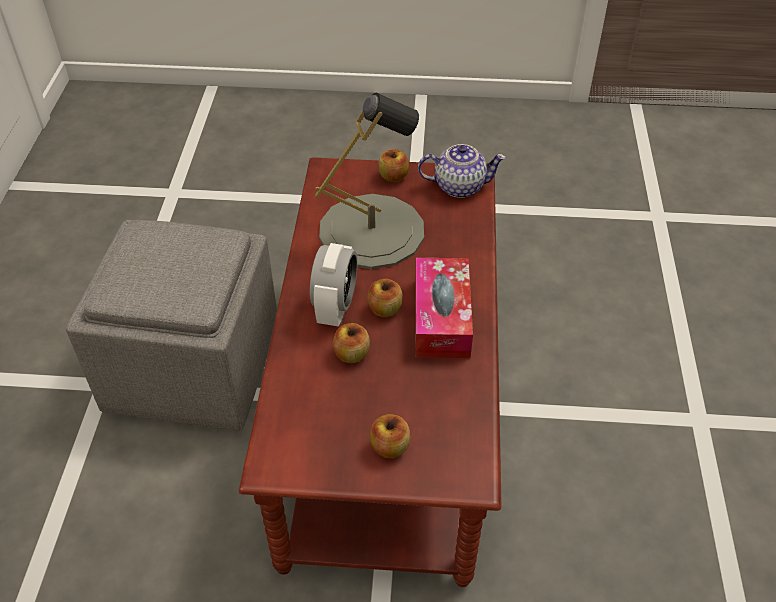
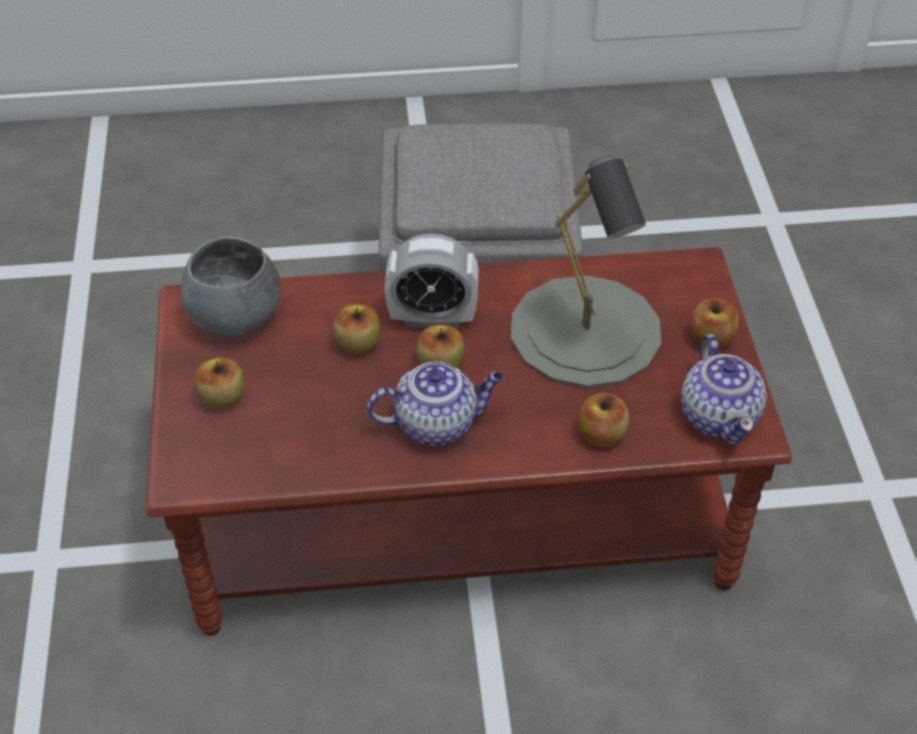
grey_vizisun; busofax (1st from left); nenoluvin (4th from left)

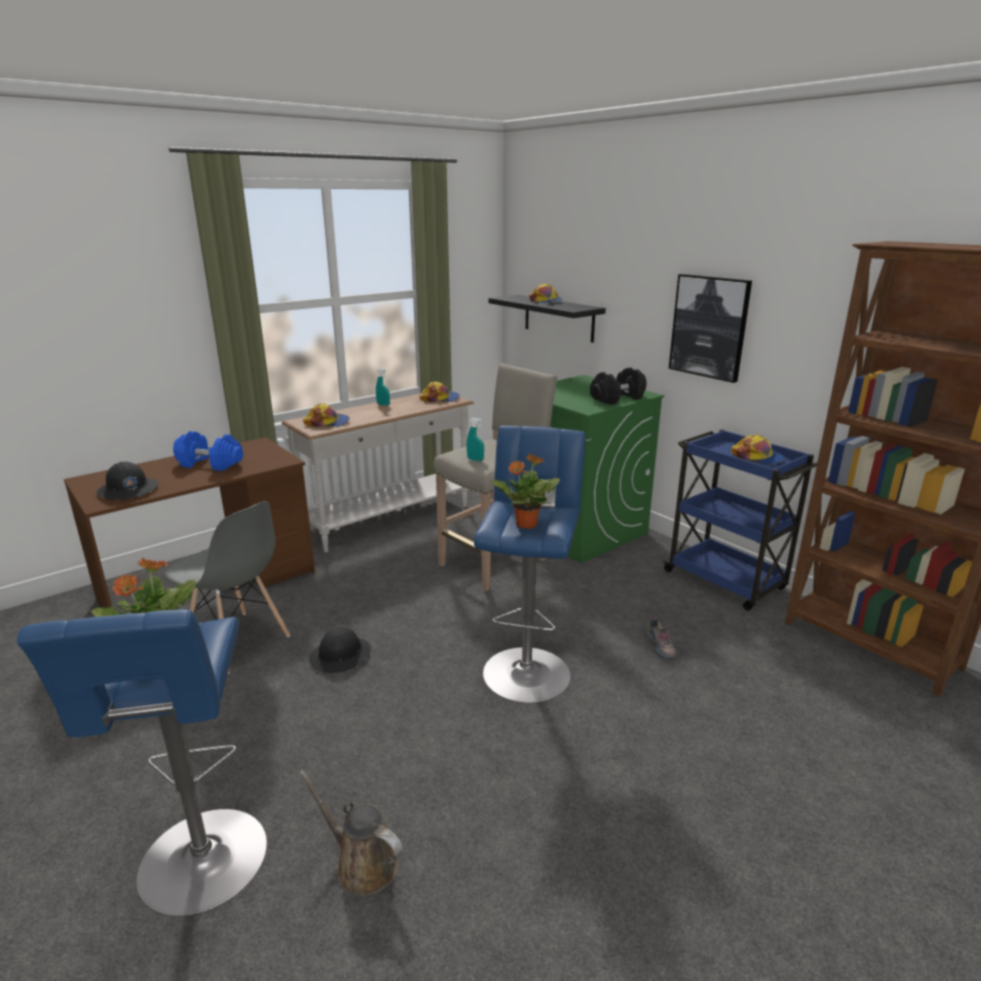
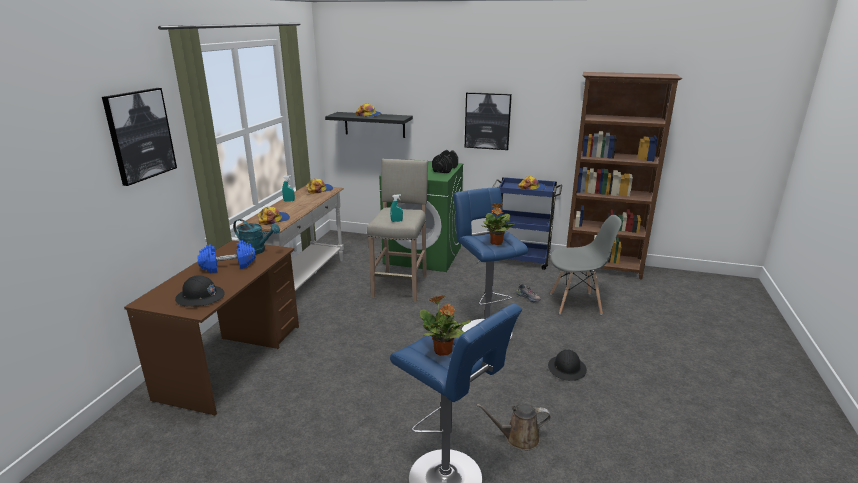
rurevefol (1st from left); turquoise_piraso; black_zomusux (2nd from left); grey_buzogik

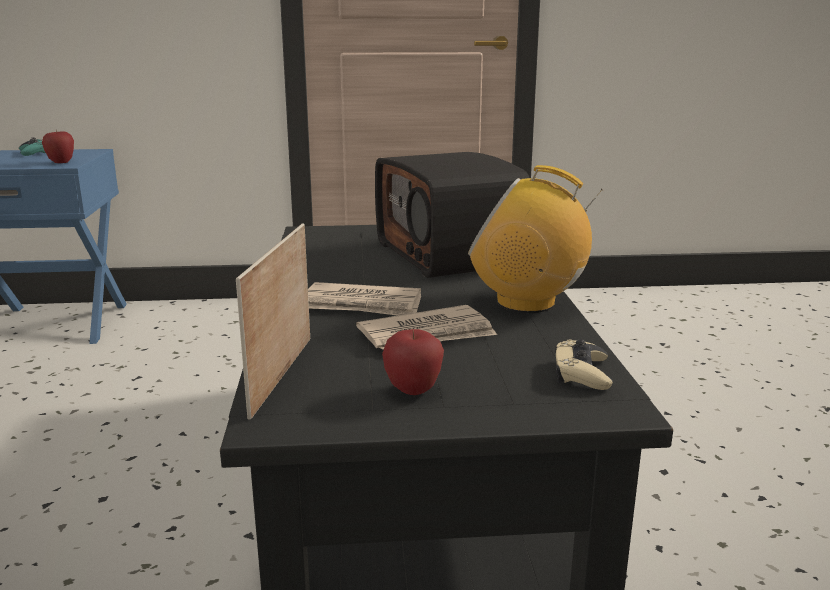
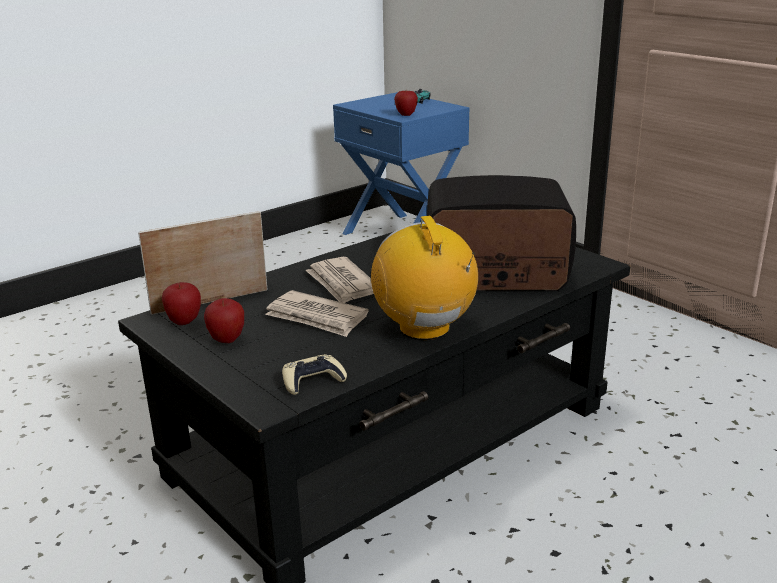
nenoluvin (1st from left); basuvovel (2nd from left)

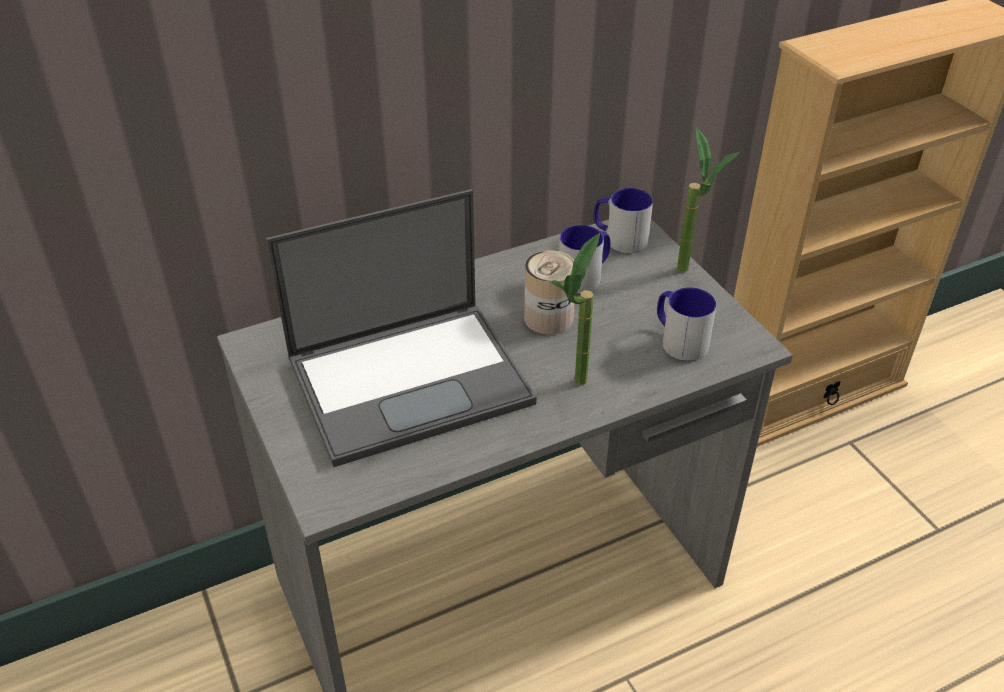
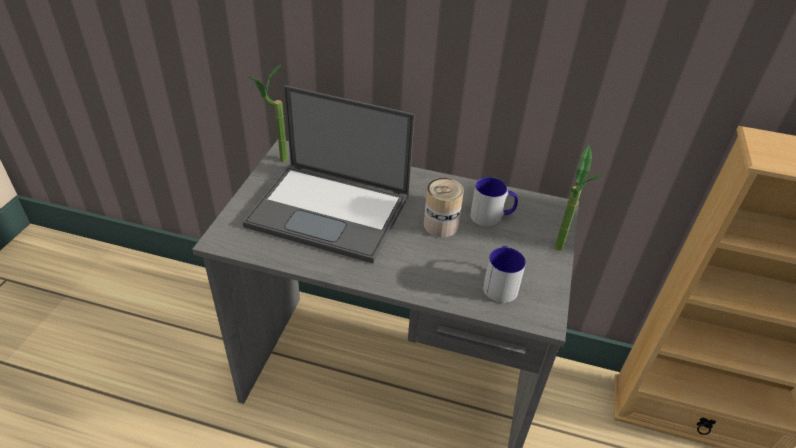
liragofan (1st from left); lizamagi (2nd from left in the first image)

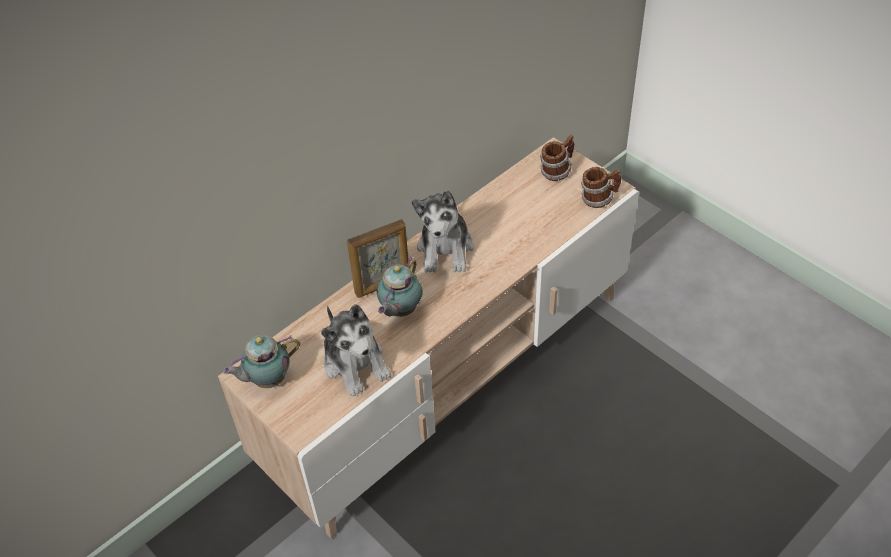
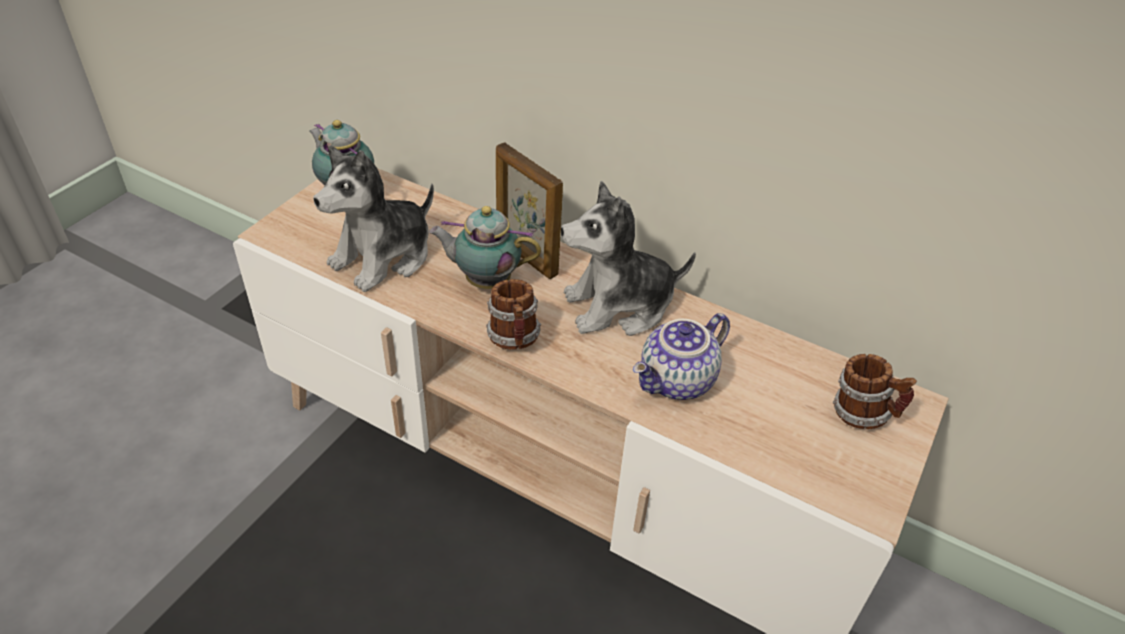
lizamagi (1st from left); busofax (3rd from left)

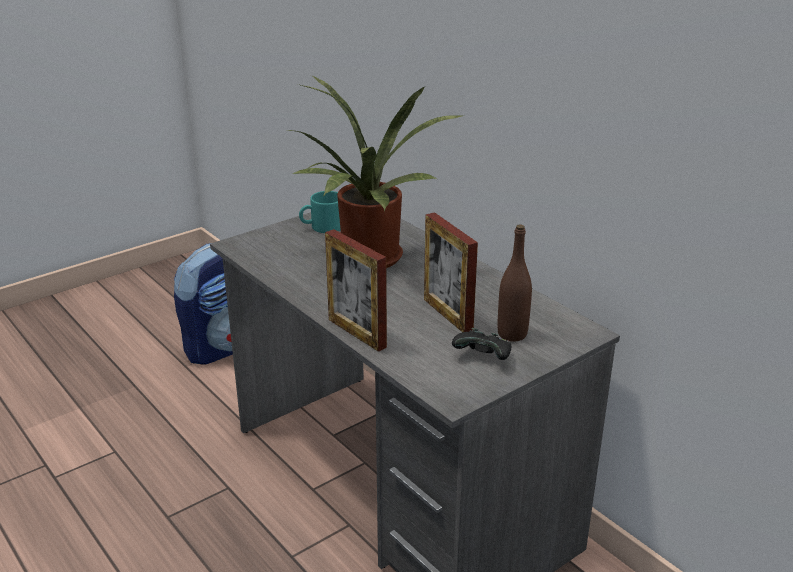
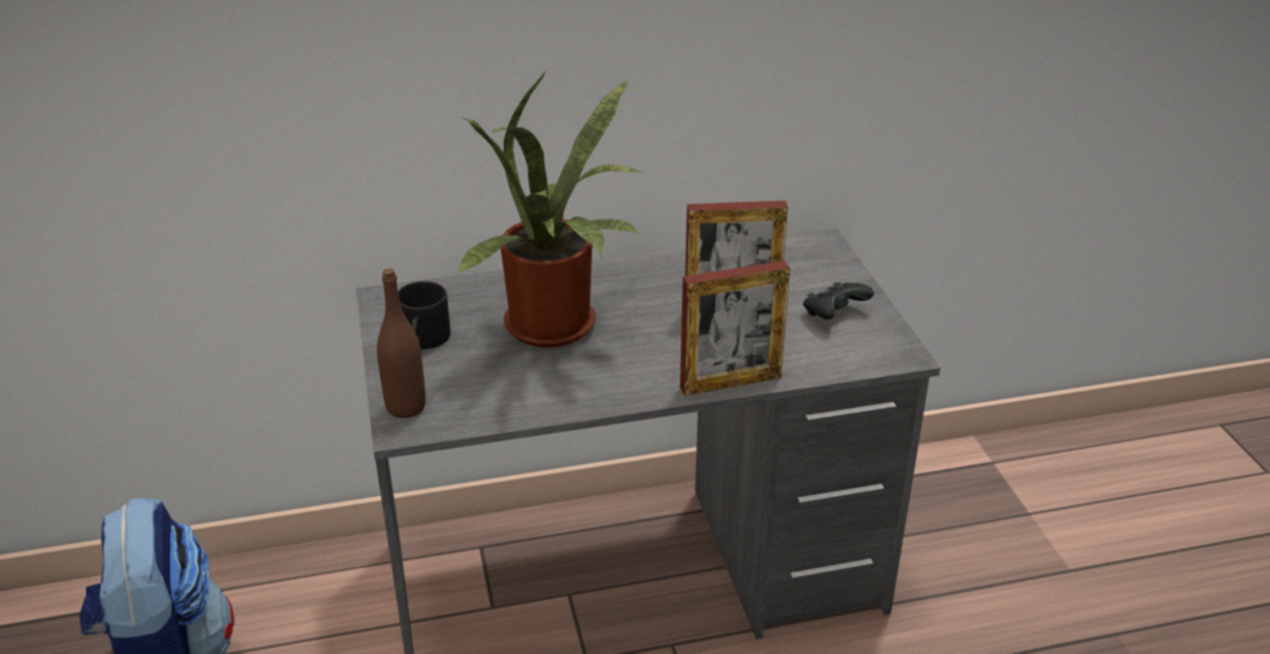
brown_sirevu; black_lizamagi

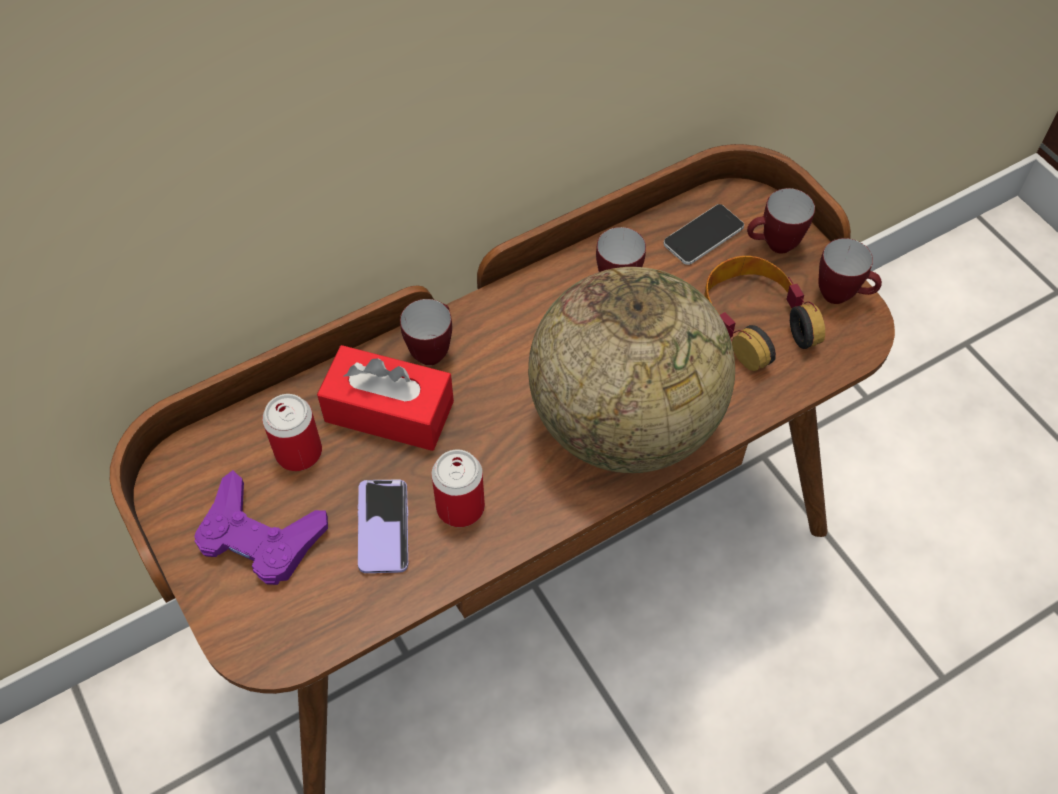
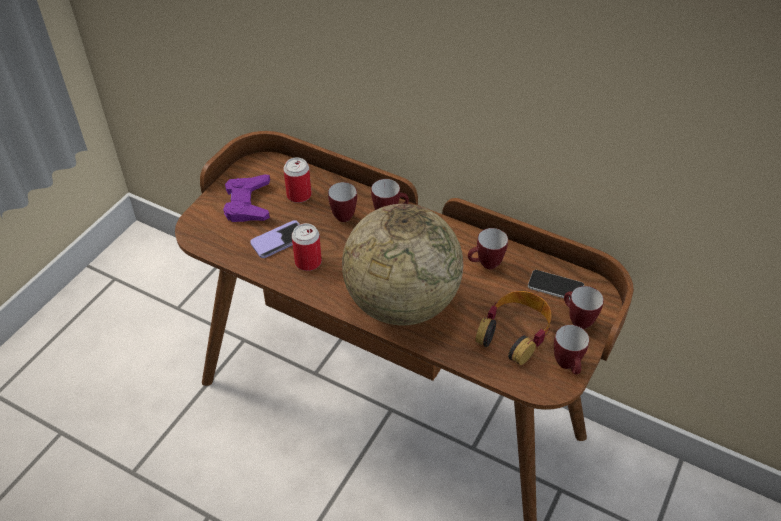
lizamagi (1st from left)

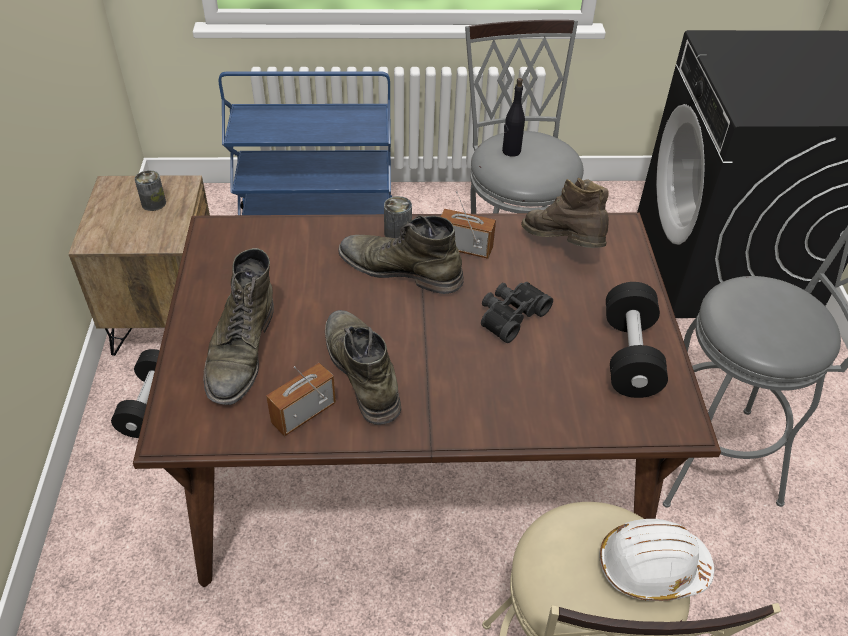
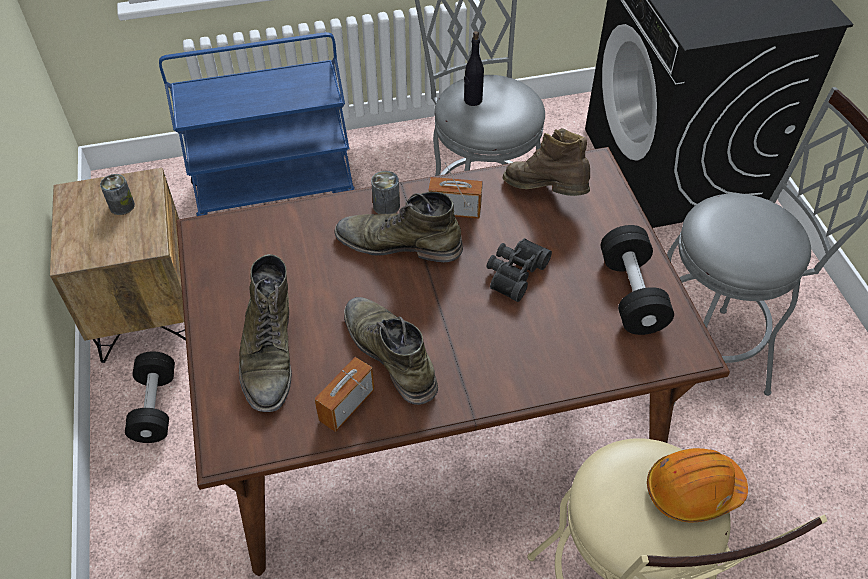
orange_zomusux

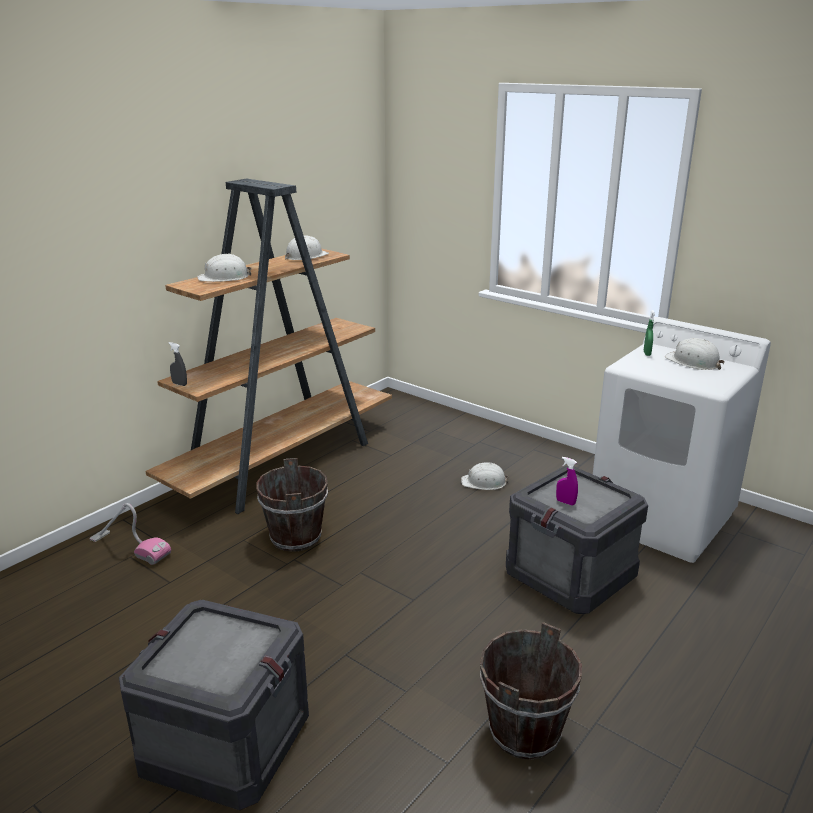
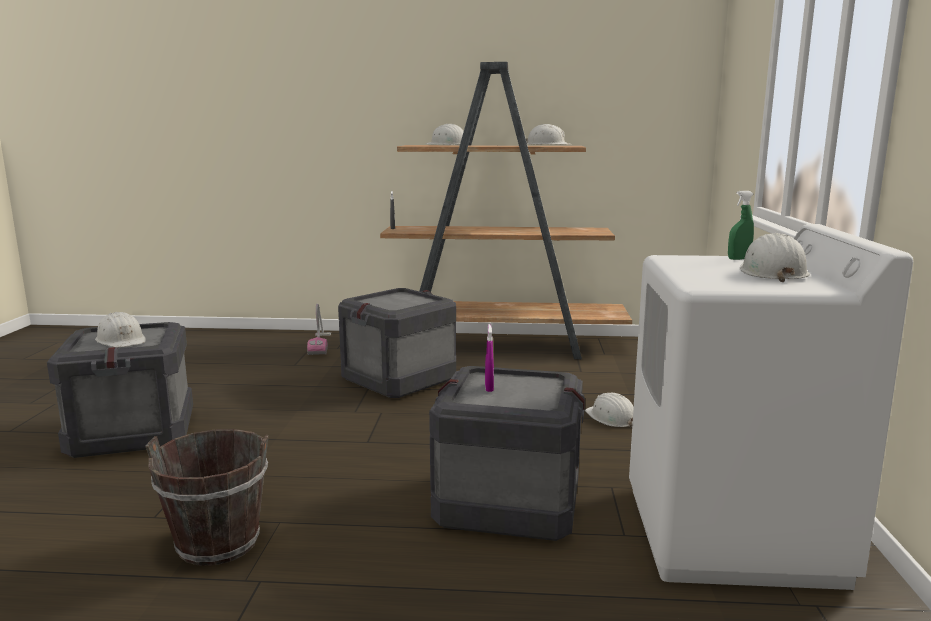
white_zomusux (1st from left); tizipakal (2nd from left)

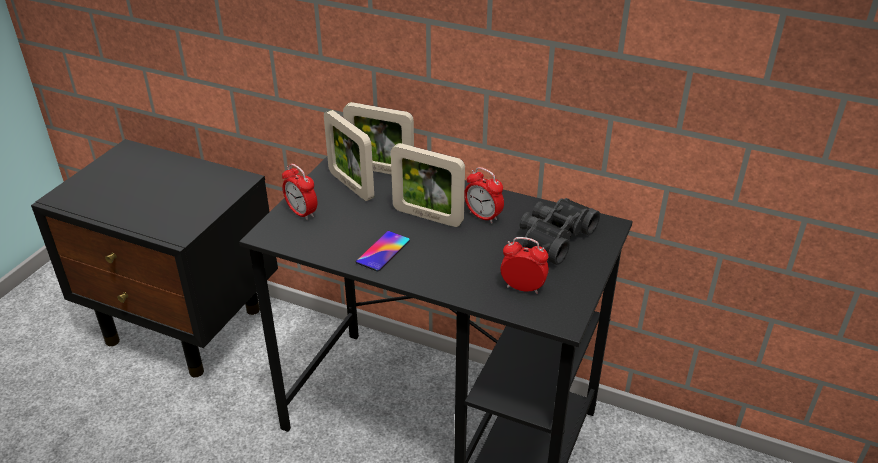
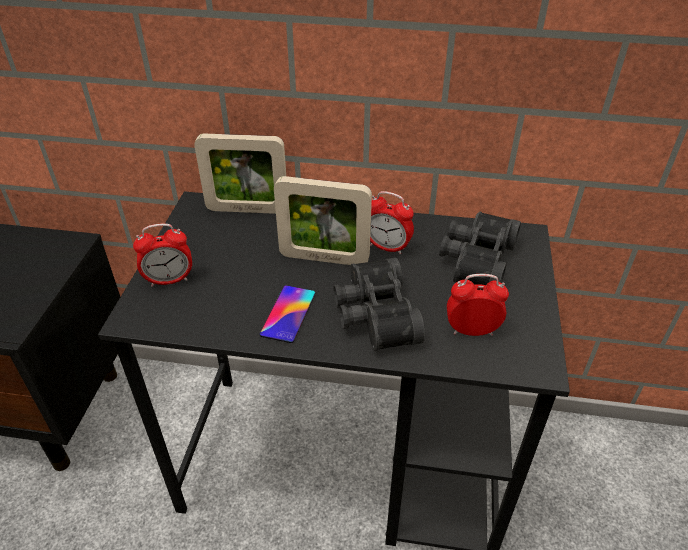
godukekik (1st from left); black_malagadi (1st from left); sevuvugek (1st from left in the first image)

